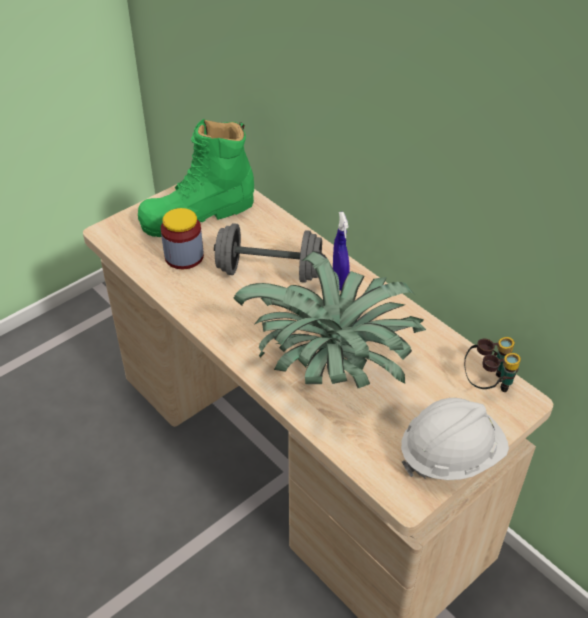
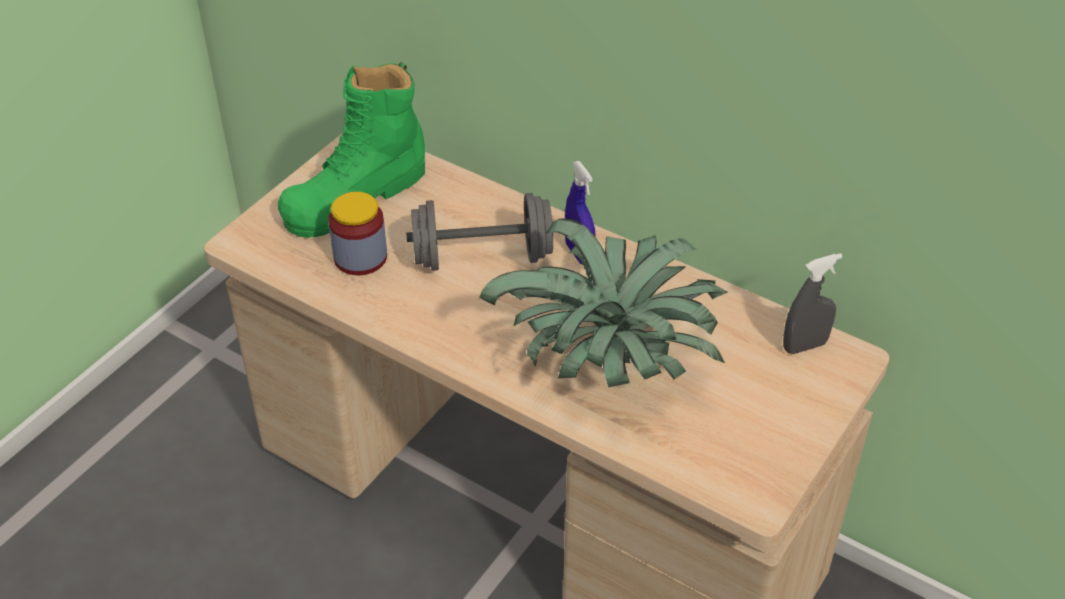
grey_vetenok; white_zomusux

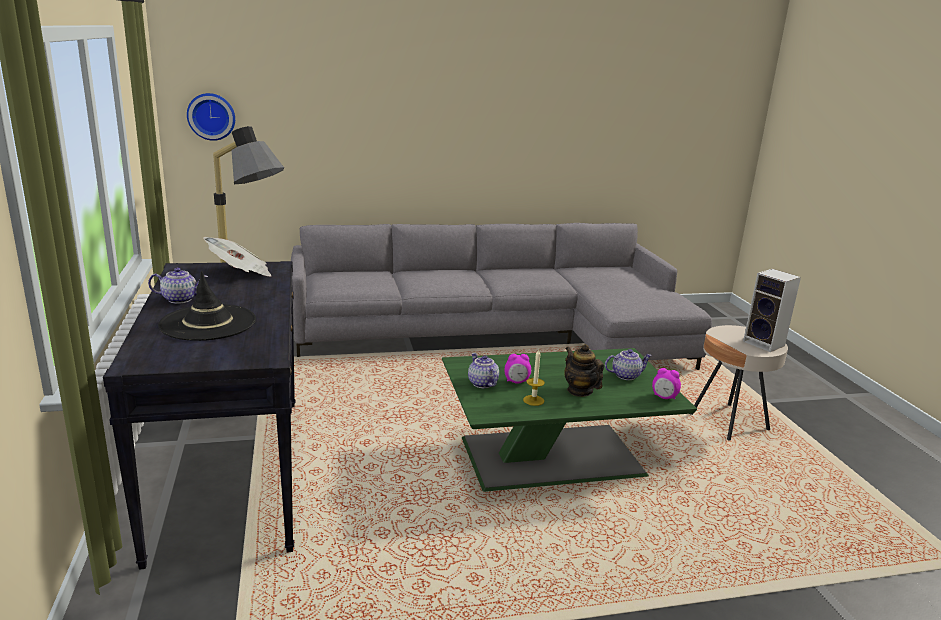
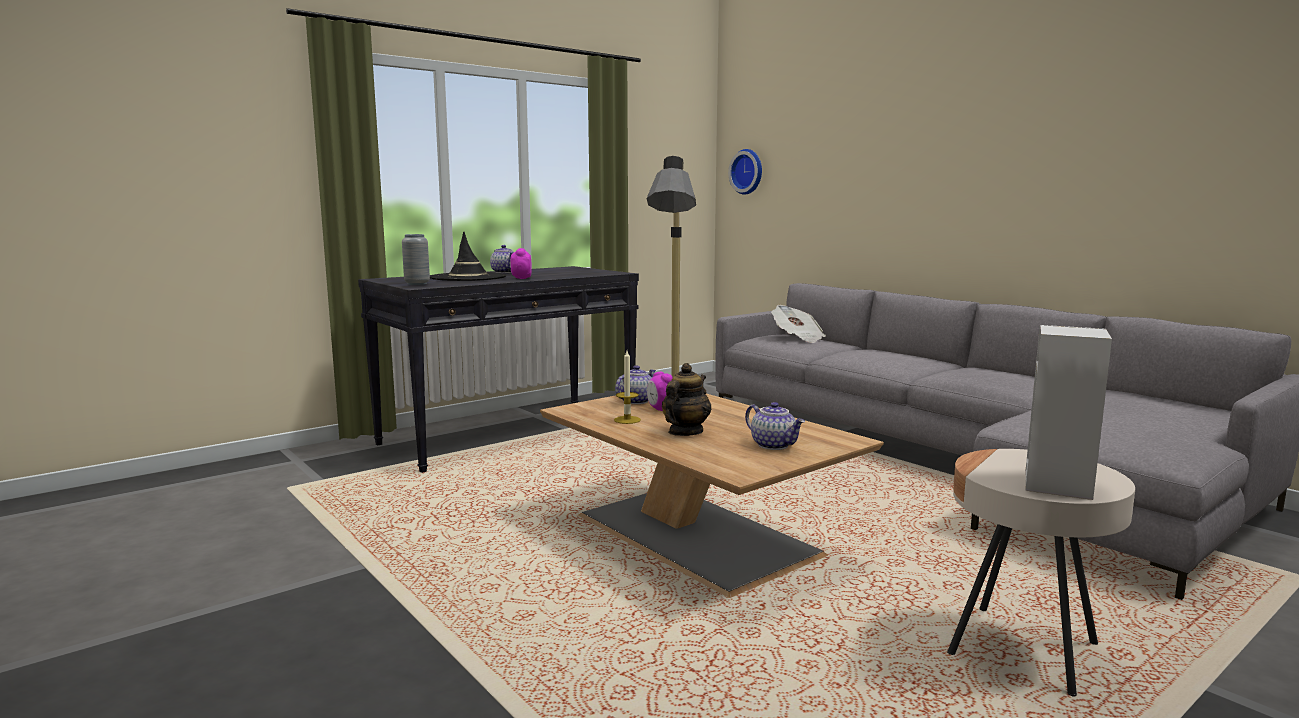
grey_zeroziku; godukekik (1st from left); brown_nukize; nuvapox

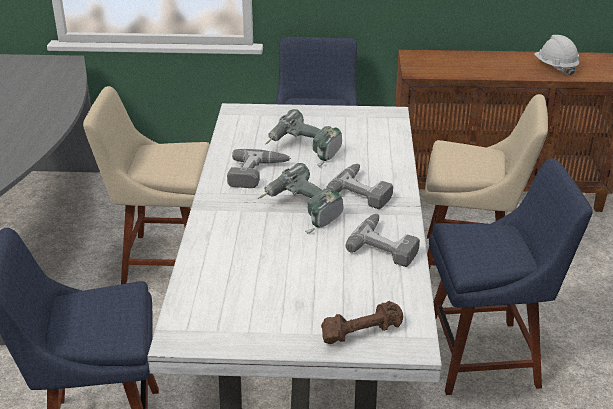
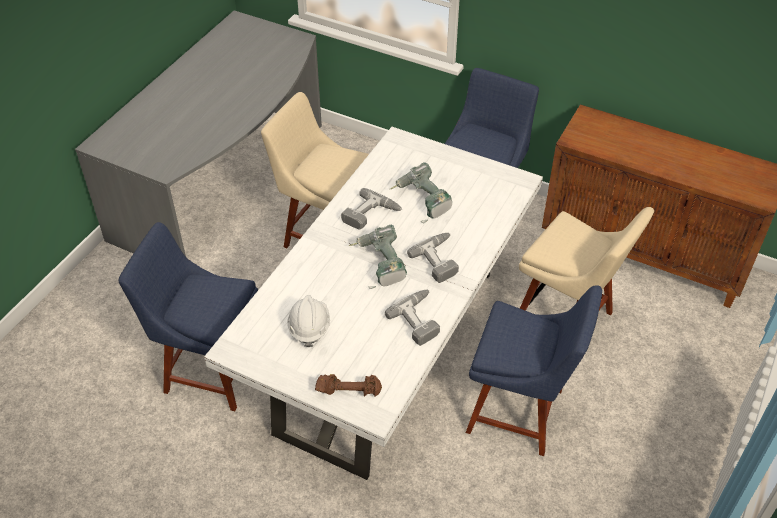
white_zomusux

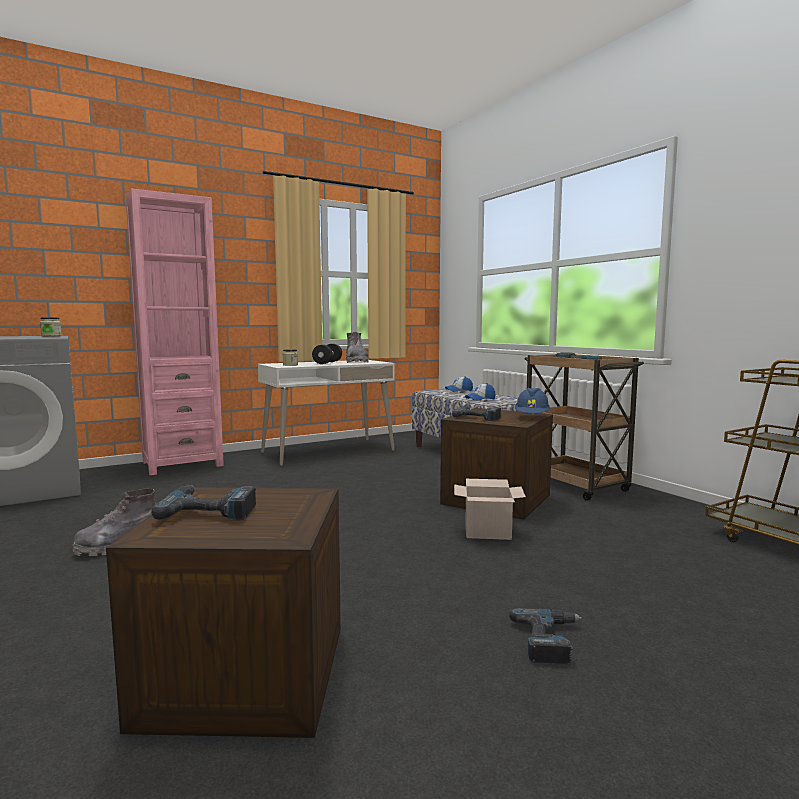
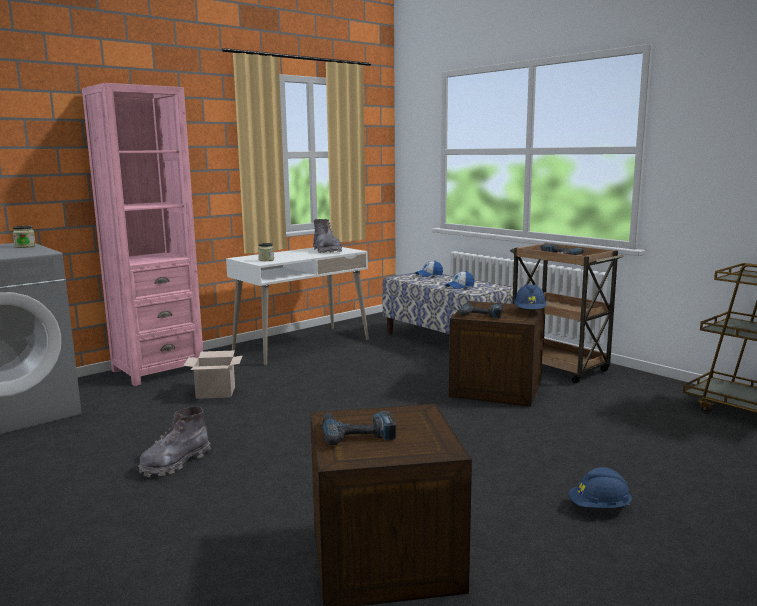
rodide; blue_zomusux (2nd from left); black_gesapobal

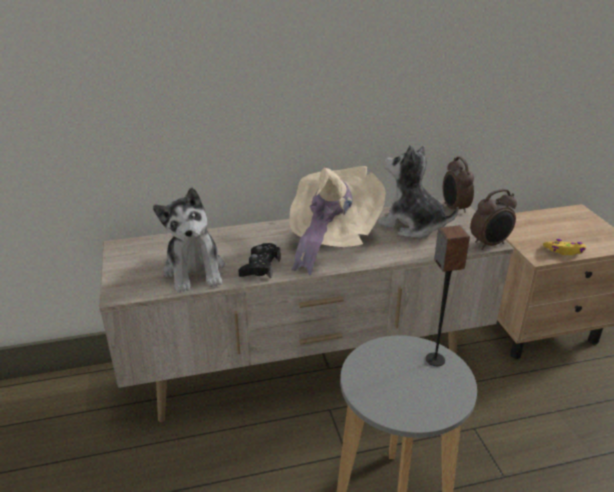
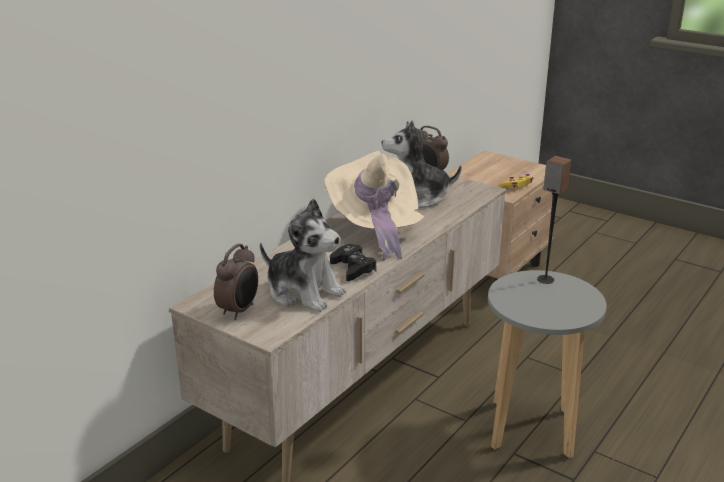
godukekik (1st from left)

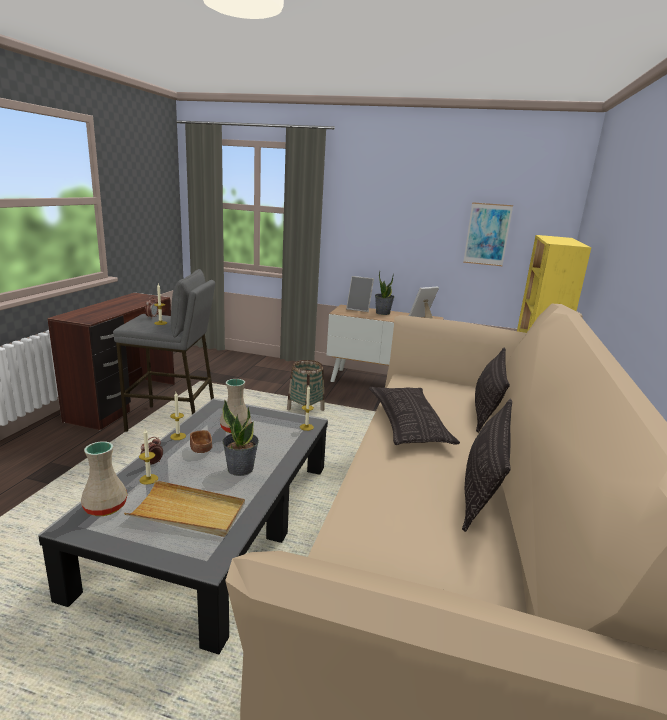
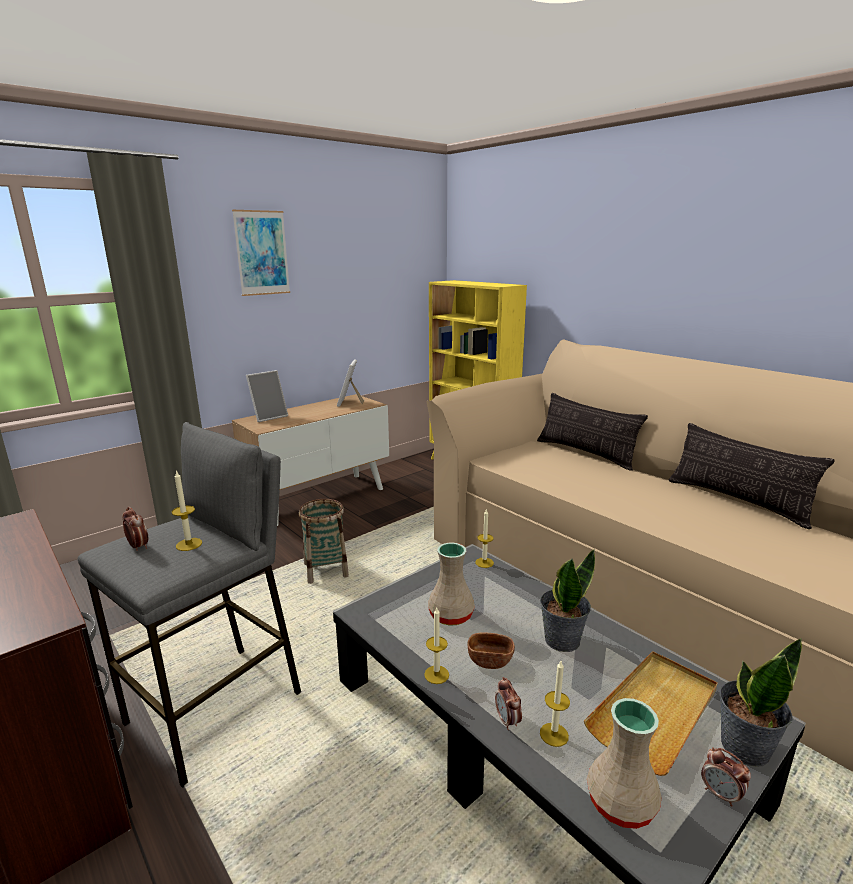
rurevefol; godukekik (3rd from left); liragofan (2nd from left); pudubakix (1st from left in the first image)

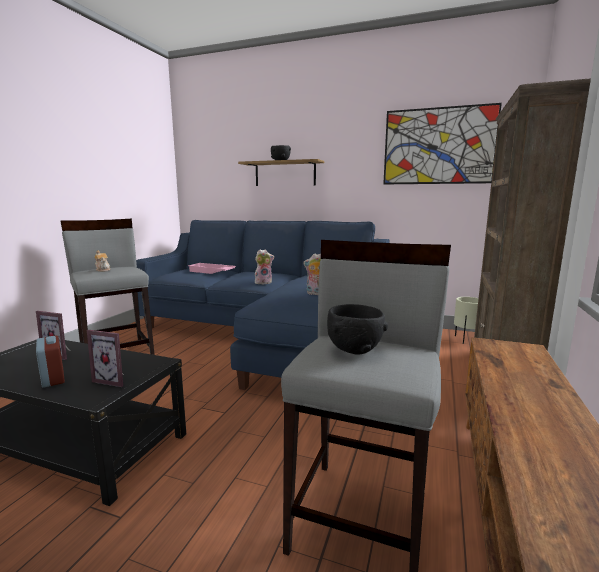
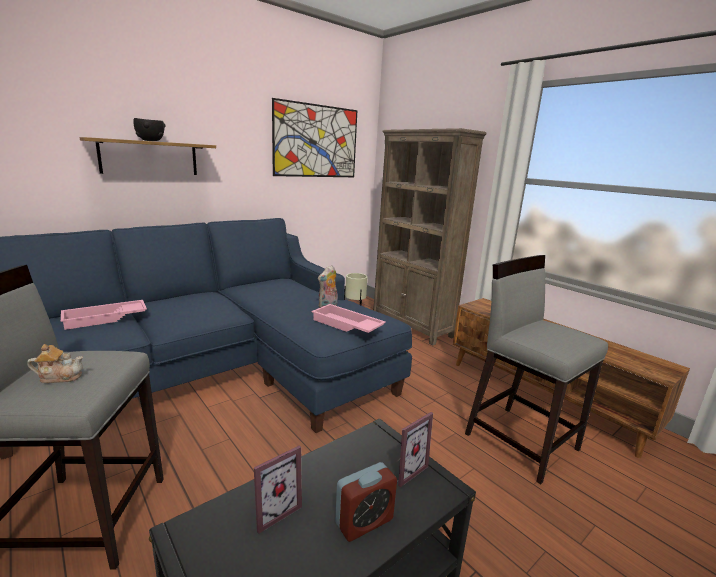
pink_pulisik (2nd from left); godukekik; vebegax (1st from left in the first image); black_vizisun (2nd from left in the first image)

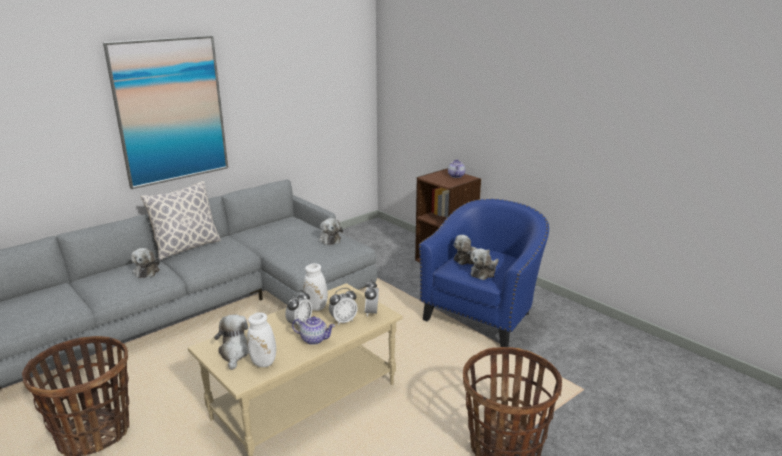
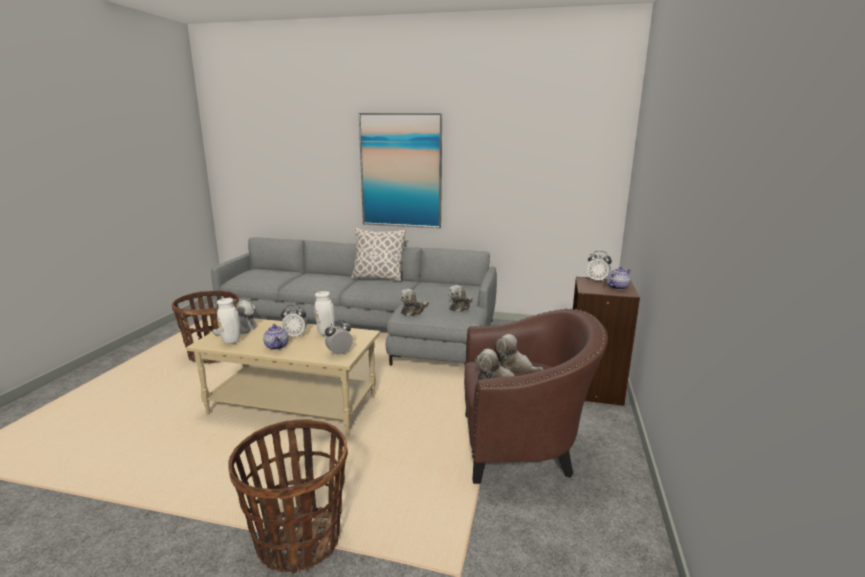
vebegax (2nd from left); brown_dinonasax; godukekik (3rd from left)

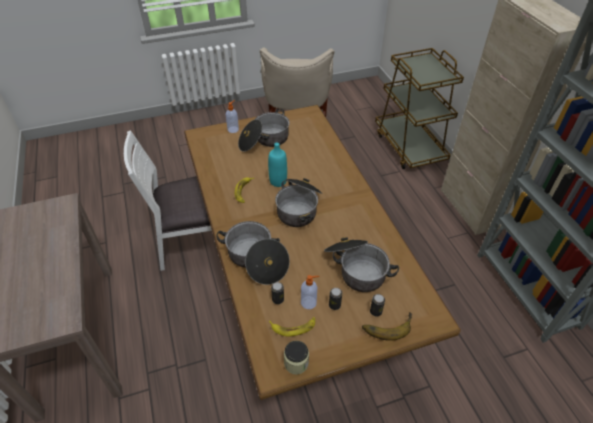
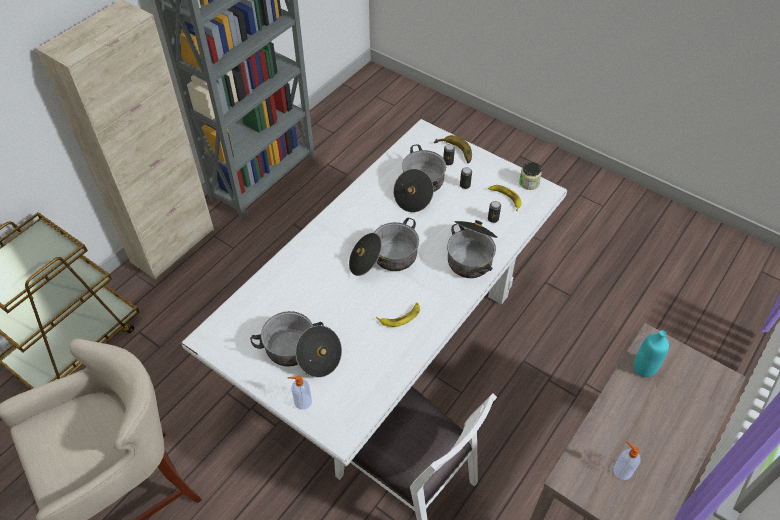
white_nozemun; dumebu (2nd from left); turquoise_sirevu

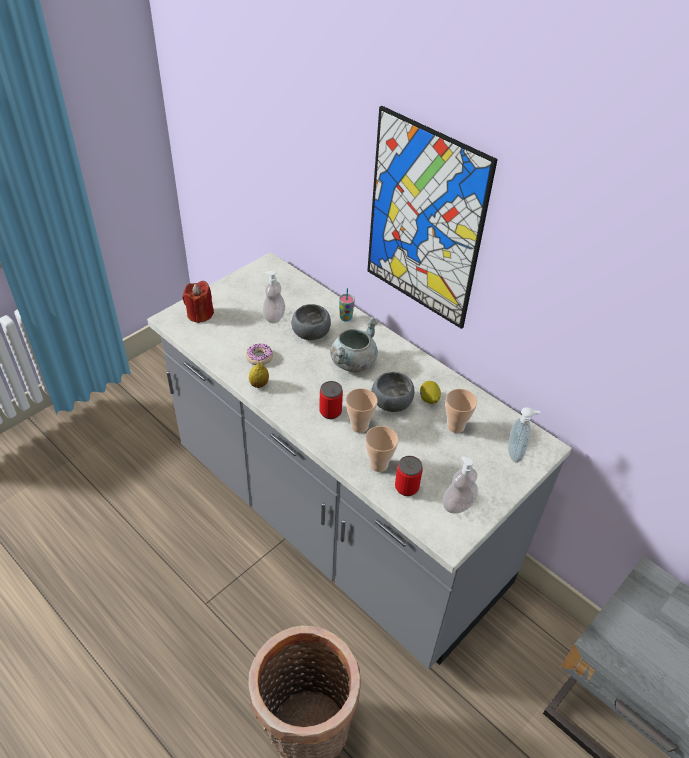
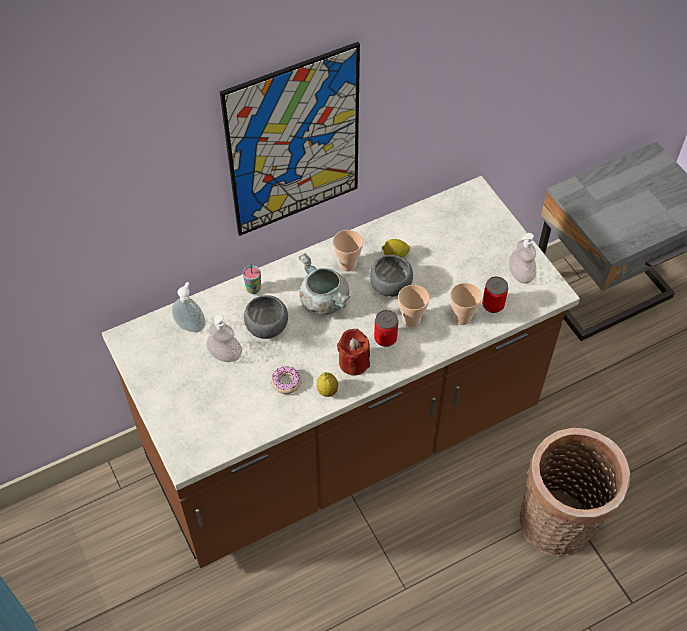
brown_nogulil; dumebu (1st from left); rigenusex (2nd from left); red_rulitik

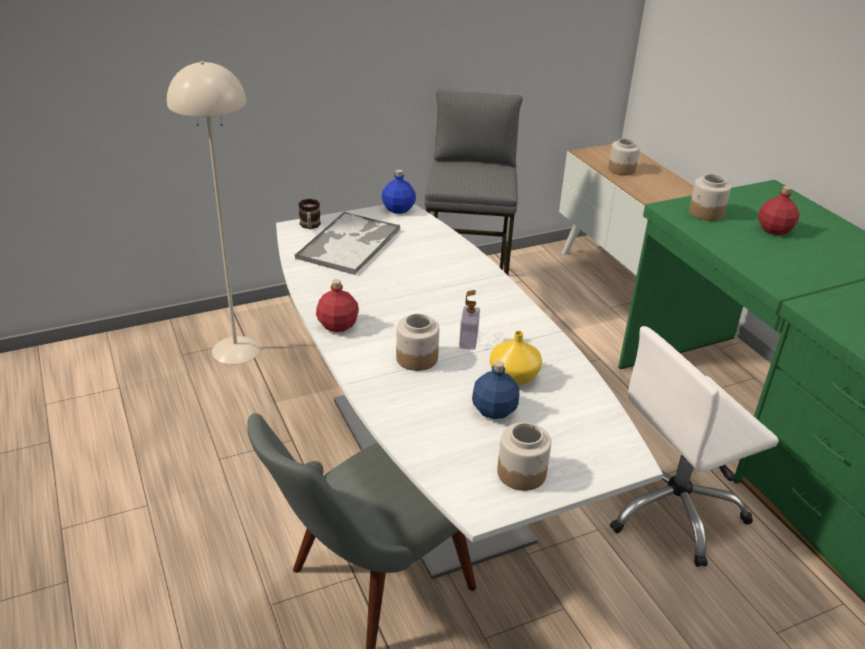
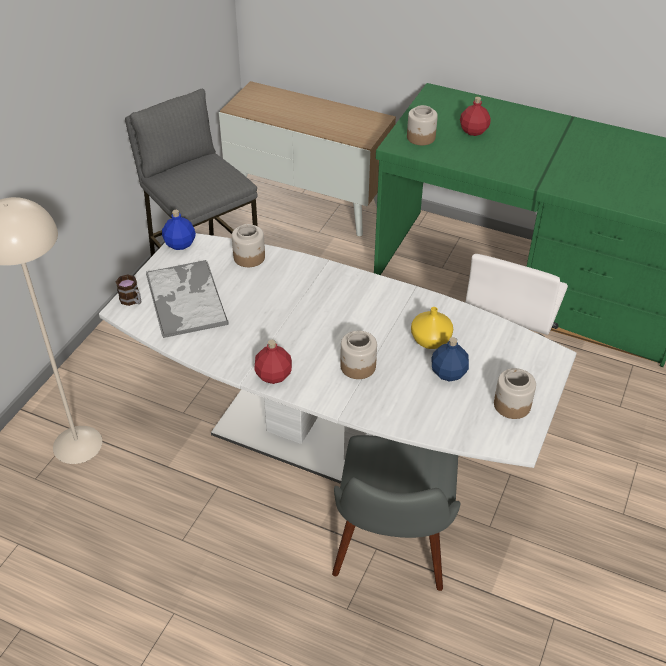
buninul (1st from left); dumebu

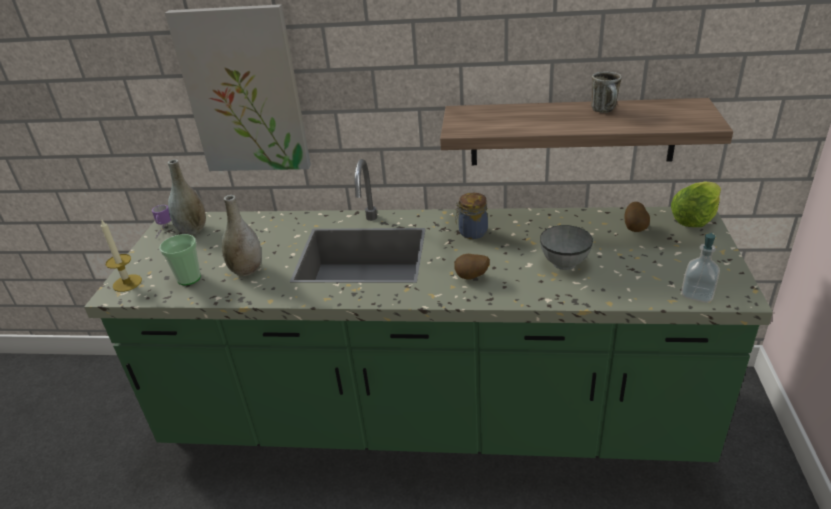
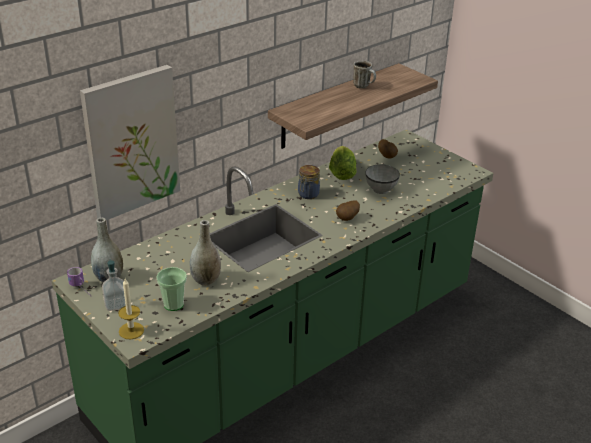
dumebu; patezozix

